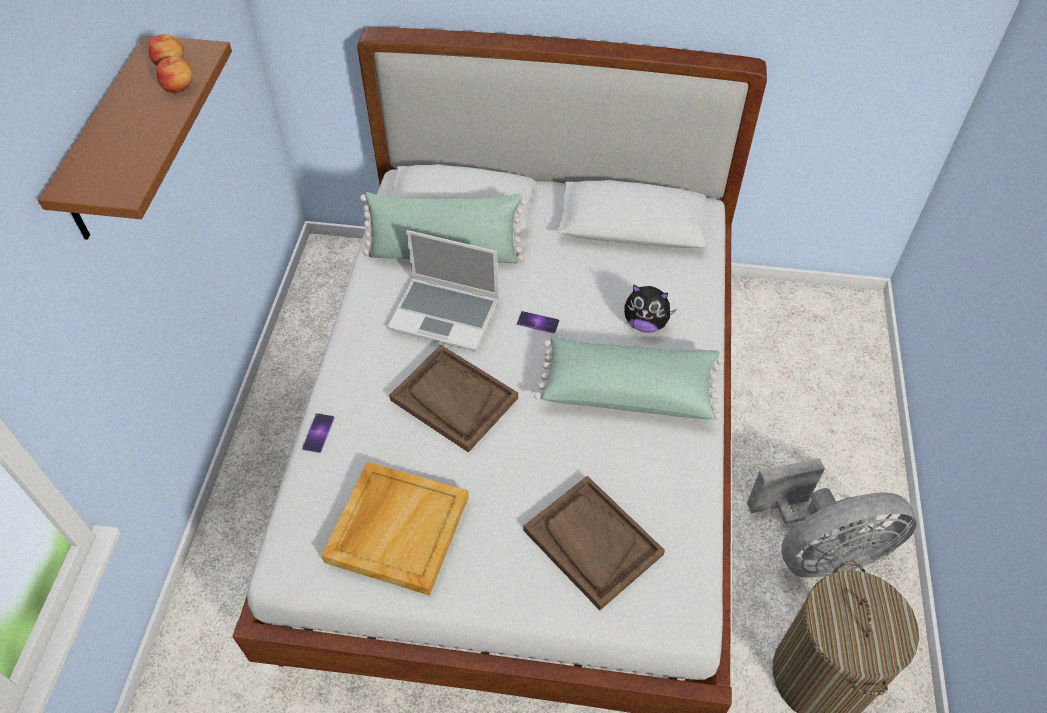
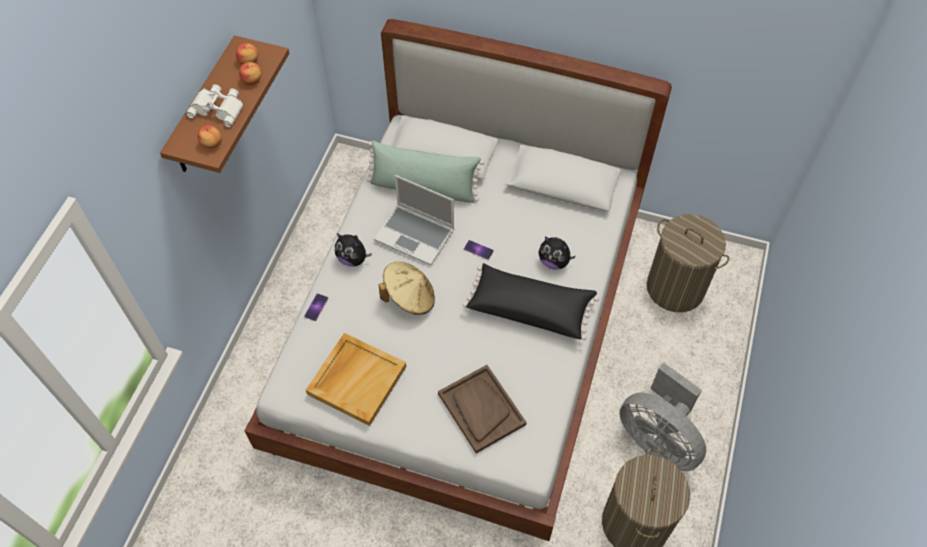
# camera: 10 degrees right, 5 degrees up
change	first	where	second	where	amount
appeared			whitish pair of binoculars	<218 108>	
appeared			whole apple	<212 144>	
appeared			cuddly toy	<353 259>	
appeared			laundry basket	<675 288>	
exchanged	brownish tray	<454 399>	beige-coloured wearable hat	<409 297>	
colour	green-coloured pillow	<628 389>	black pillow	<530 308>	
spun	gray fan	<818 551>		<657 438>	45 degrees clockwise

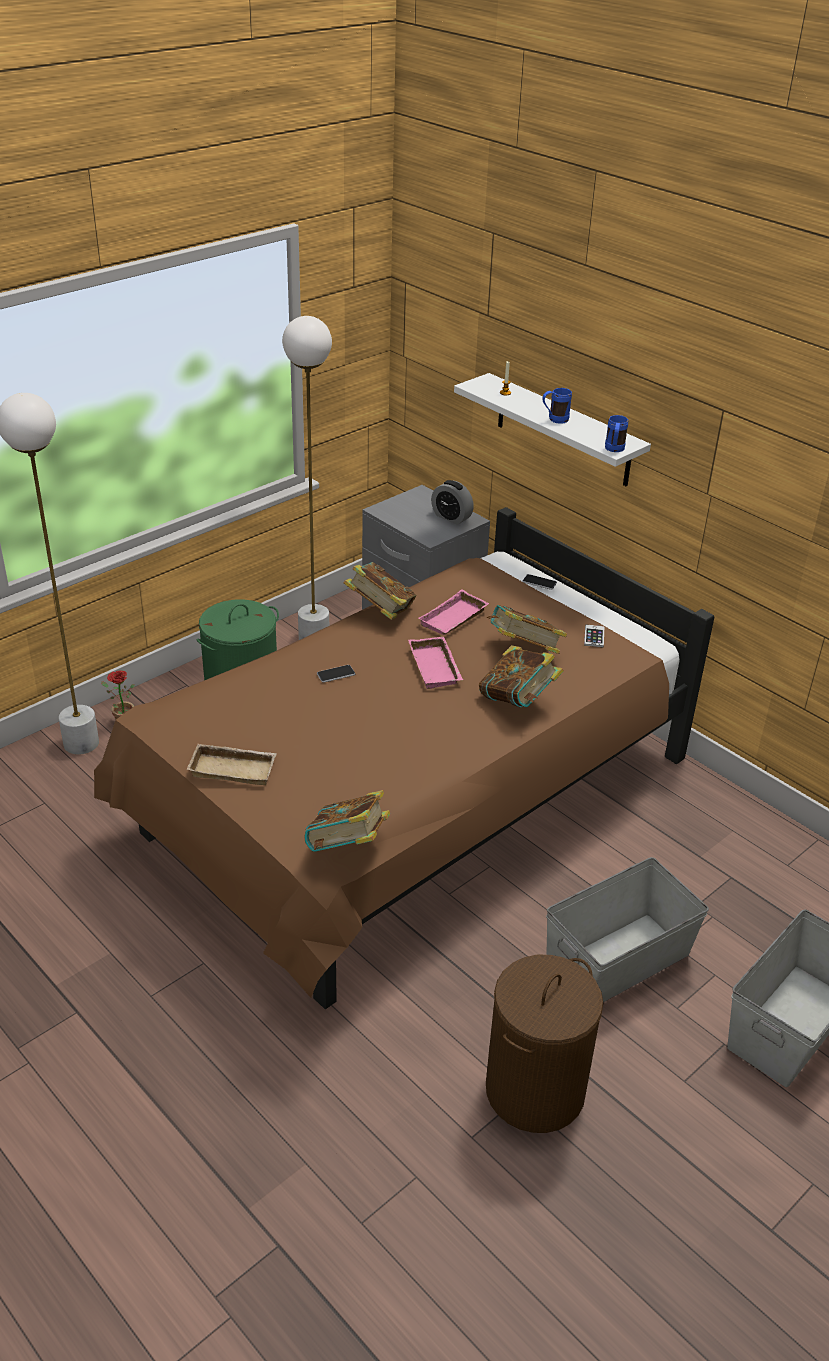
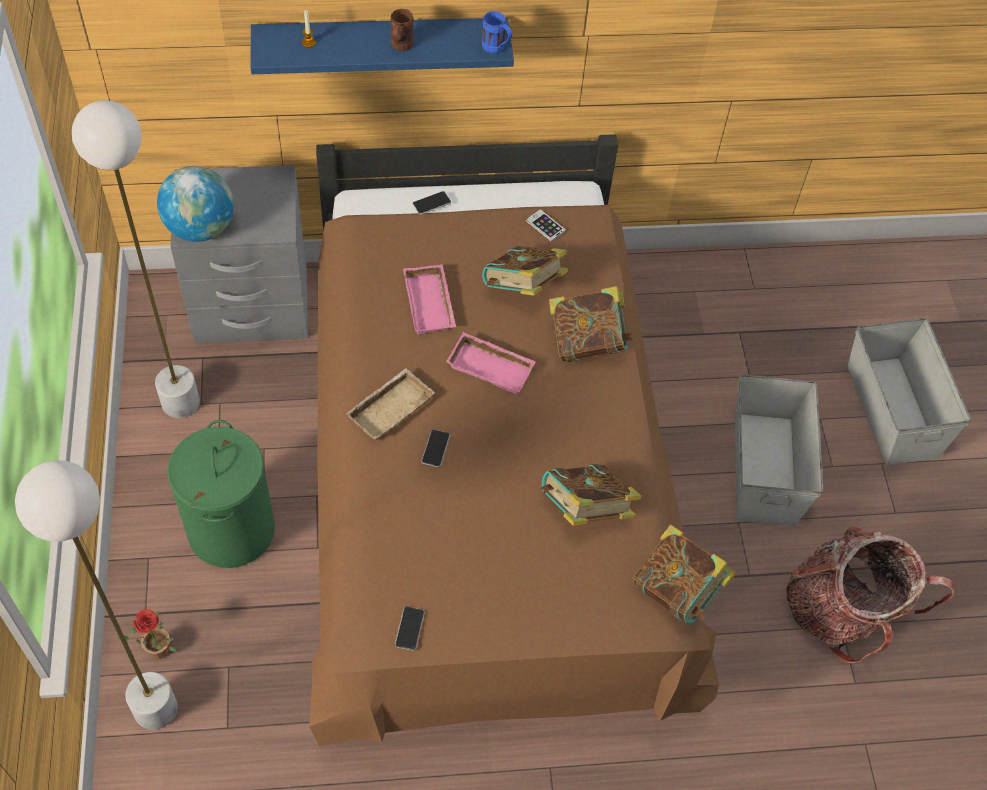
# camera: 55 degrees left, 20 degrees up
change	first	where	second	where	amount
missing	bedside clock	<451 517>			
appeared			world globe	<200 228>	
appeared			handset	<409 628>	
relocated	beige-coloured tray	<234 768>		<390 407>	
relocated	bound book	<380 611>		<585 510>	
exchanged	brownish laundry basket	<534 1091>	knapsack	<842 612>	
colour	whitish shelf	<563 430>	blue-coloured shelf	<381 44>	
colour	blue-coloured mug	<554 420>	brownish mug	<400 47>	

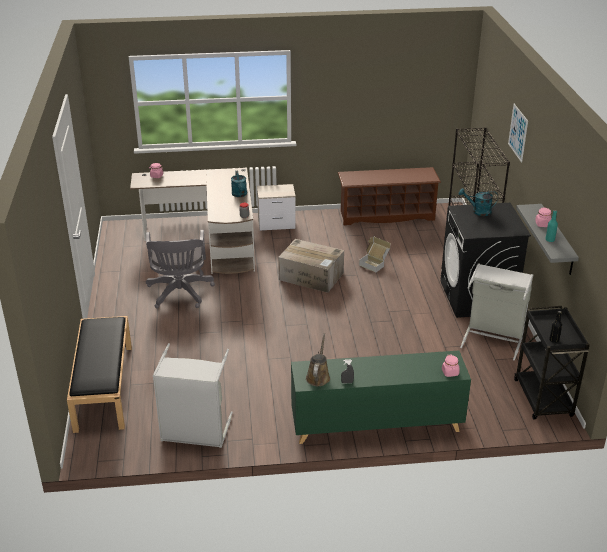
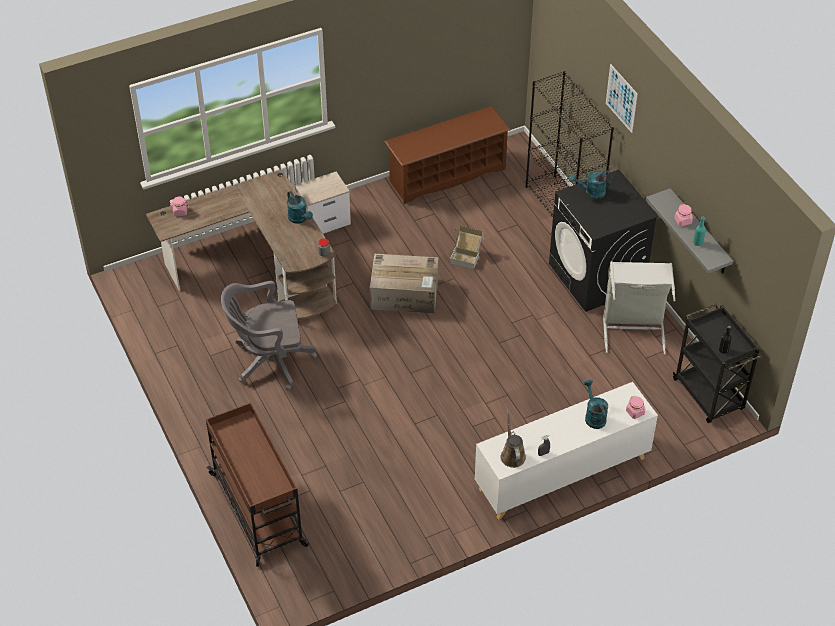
# camera: 20 degrees left, 15 degrees up
change	first	where	second	where	amount
missing	gray laundry basket	<195 432>			
appeared			turquoise-coloured watering pot	<593 416>	
exchanged	black long seat	<103 386>	brownish trolley	<258 510>	
colour	green-coloured cupboard	<376 424>	whitish cupboard	<562 474>	
spun	gray computer chair	<180 294>		<269 361>	105 degrees clockwise

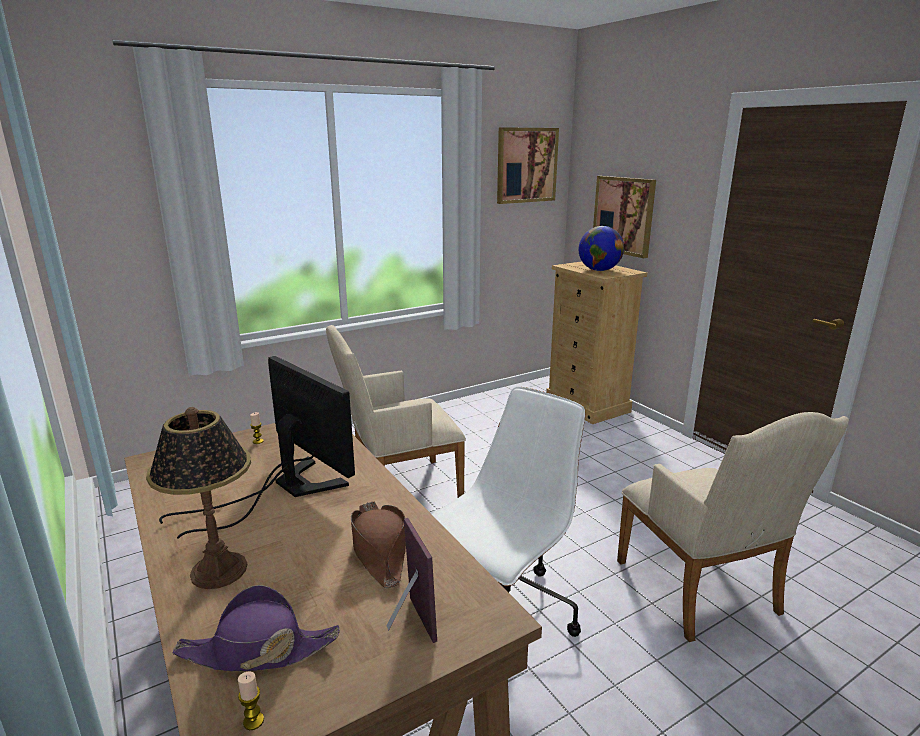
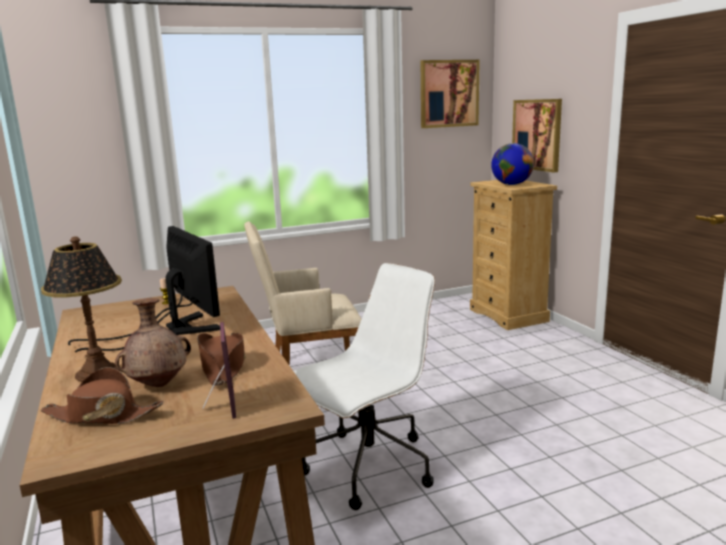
# camera: 10 degrees right, 5 degrees down
change	first	where	second	where	amount
missing	wax light	<253 721>			
missing	beige-coloured armchair	<702 593>			
appeared			brownish decorative vase	<159 384>	
colour	purplish wearable hat	<258 650>	brownish wearable hat	<102 415>	

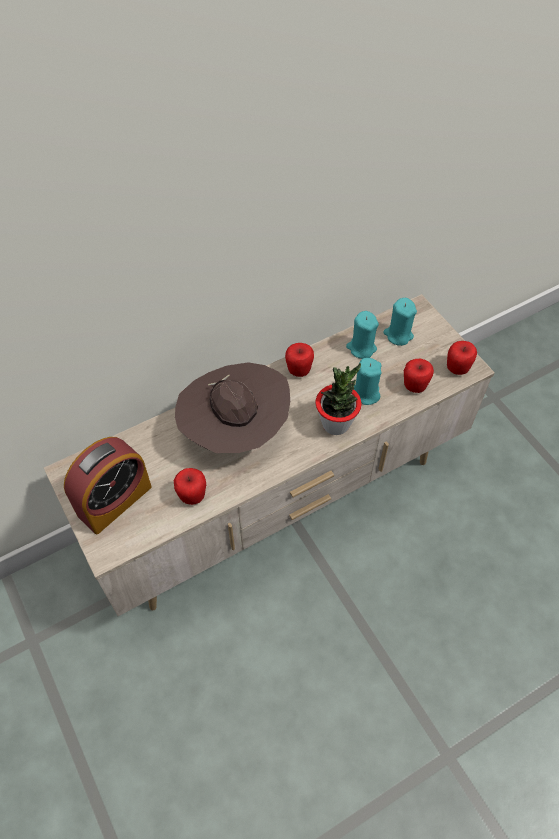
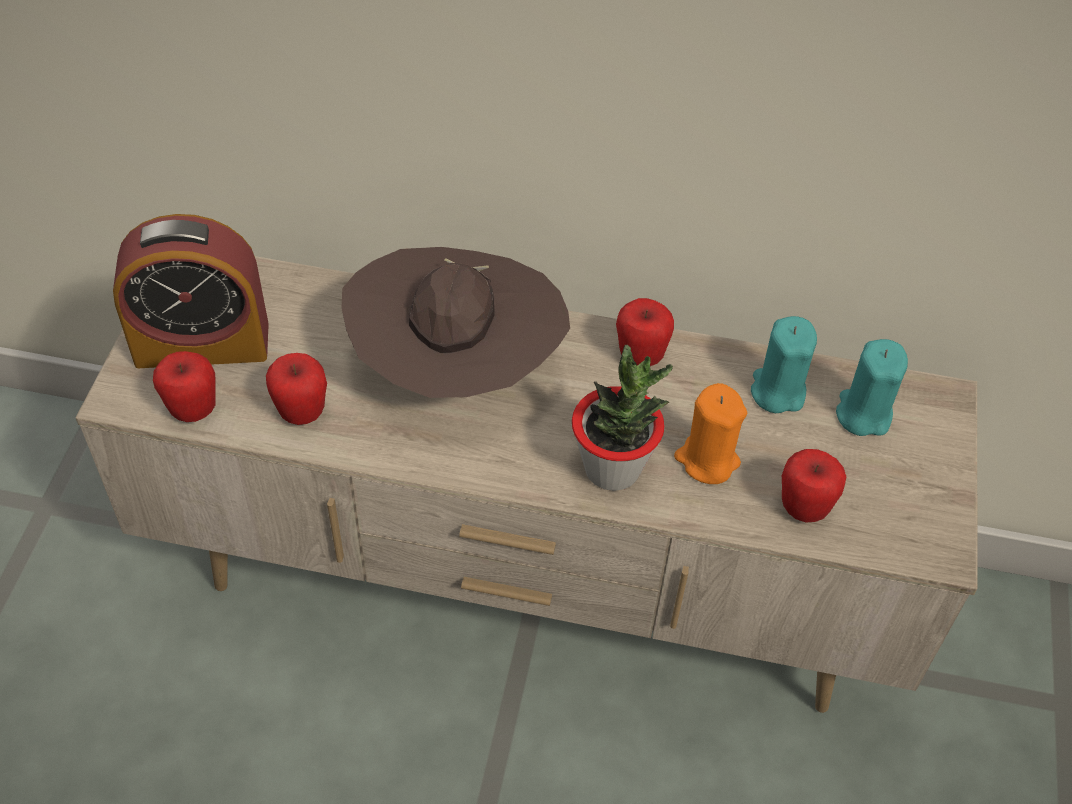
# camera: 40 degrees right, 5 degrees down
change	first	where	second	where	amount
relocated	whole apple	<457 368>		<193 409>	
colour	turquoise-coloured wax light	<365 394>	orange-coloured wax light	<707 460>	

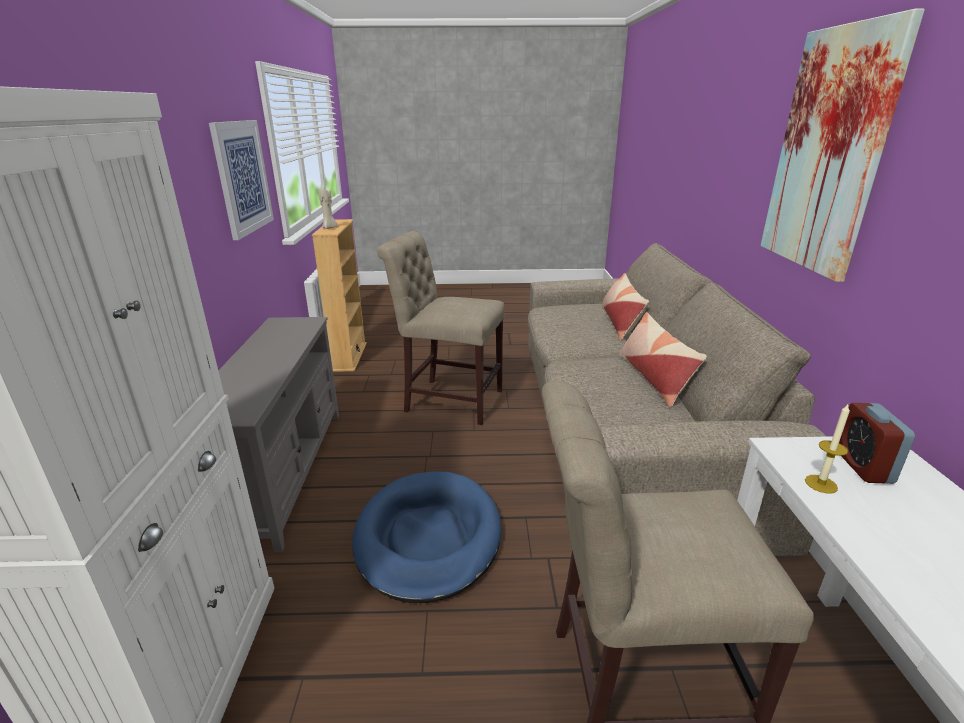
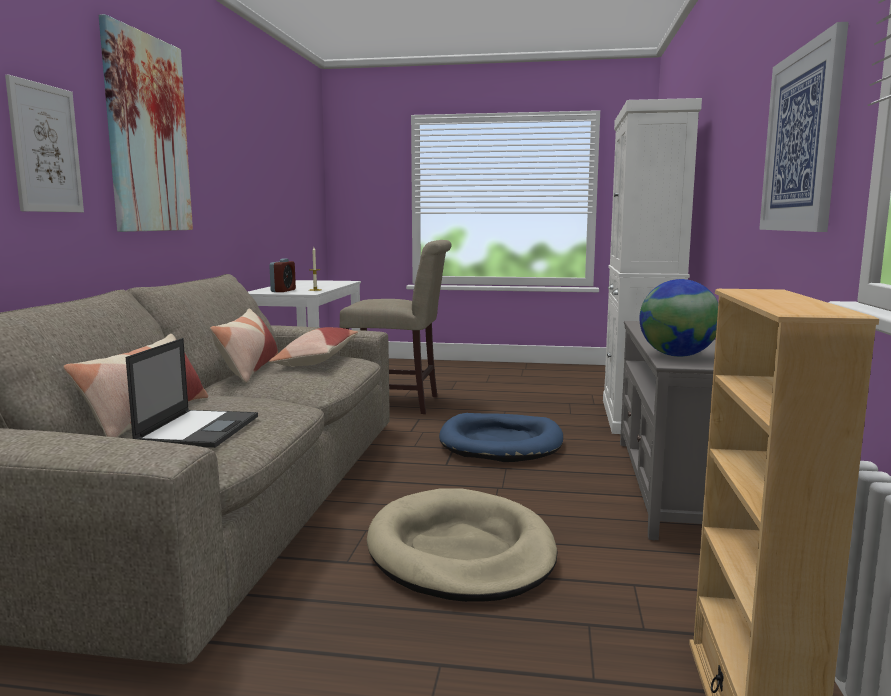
# camera: 170 degrees left, 15 degrees down
change	first	where	second	where	amount
missing	beige-coloured wax light	<329 228>			
appeared			wall art	<45 148>	
appeared			portable computer	<199 429>	
appeared			pillow	<317 360>	
appeared			world globe	<677 356>	
exchanged	beige-coloured chair	<449 399>	beige-coloured dog bed	<460 552>	

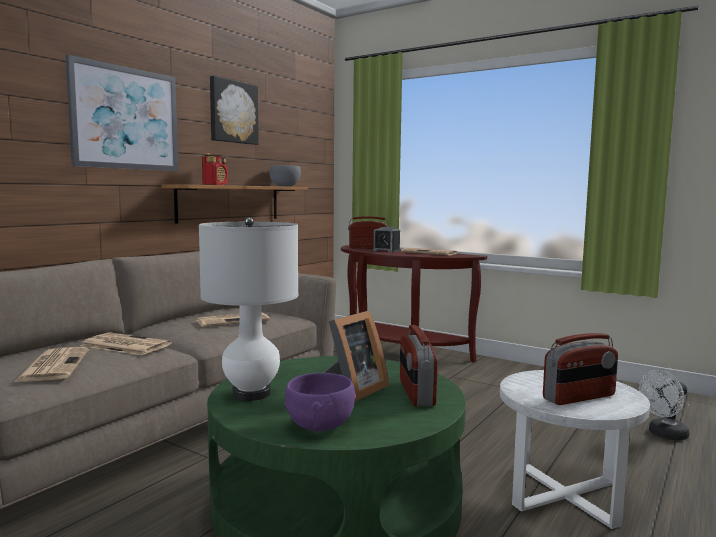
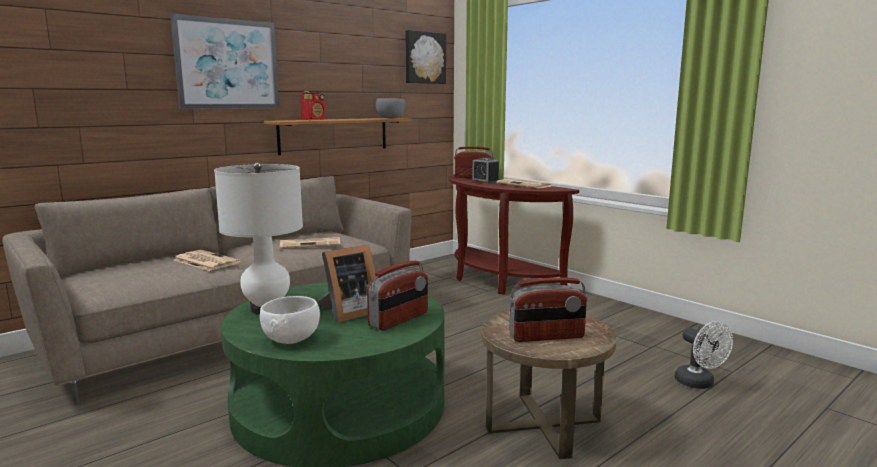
# camera: 15 degrees right, 5 degrees up
change	first	where	second	where	amount
missing	printed paper	<53 365>			
relocated	wall art	<232 112>		<424 58>	
colour	purplish bowl	<320 425>	whitish bowl	<292 339>	
colour	whitish end table	<565 494>	brownish end table	<543 424>	
spun	radio	<415 393>		<399 319>	150 degrees counterclockwise
spun	whitish fan	<664 435>		<699 384>	105 degrees counterclockwise

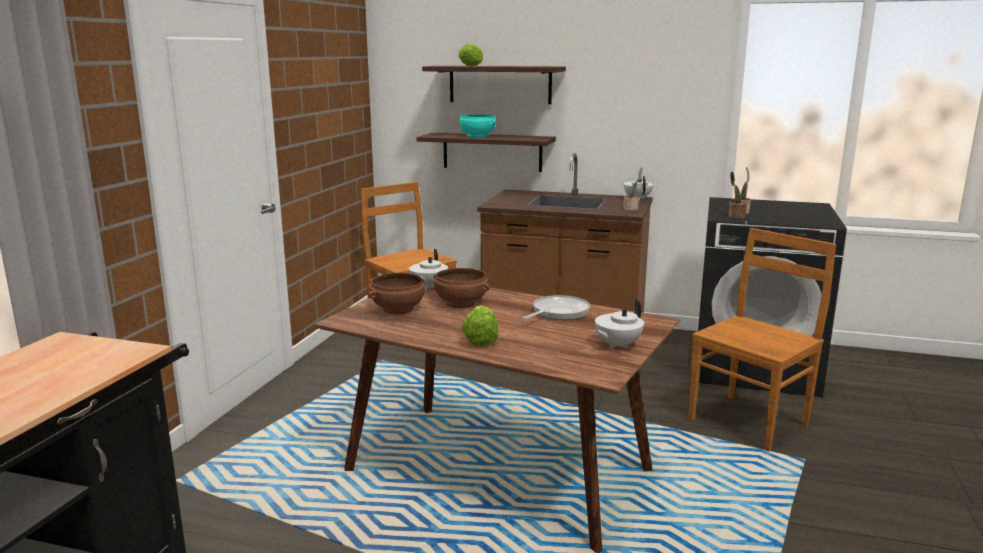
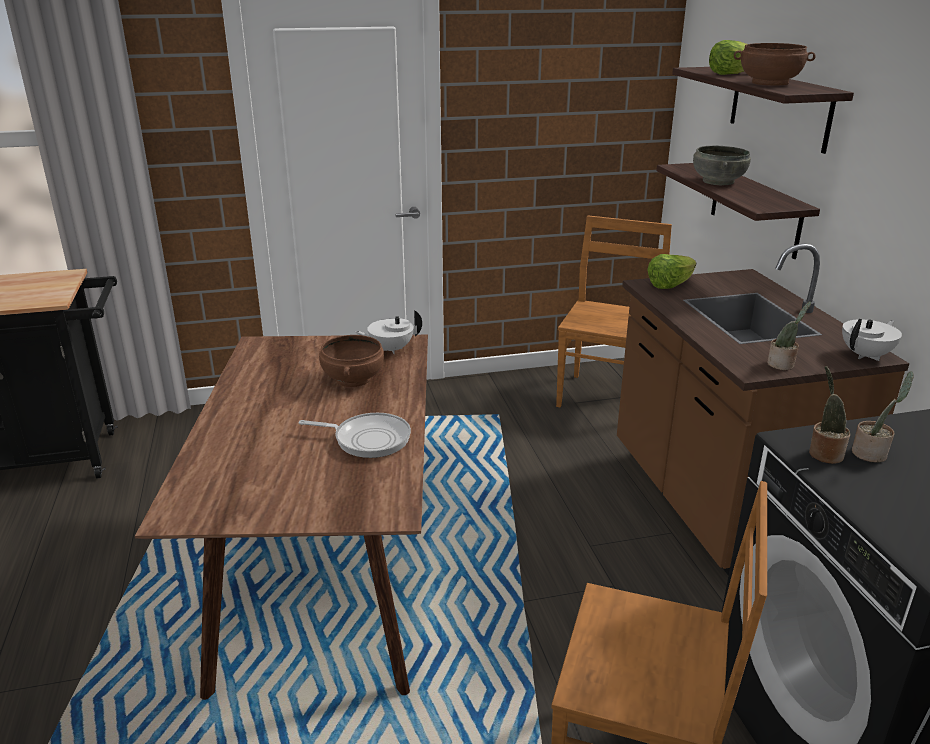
# camera: 60 degrees right, 10 degrees up
change	first	where	second	where	amount
missing	whitish pot for tea	<617 345>			
relocated	brownish bowl	<397 309>		<769 83>	
relocated	lettuce	<480 339>		<670 285>	
colour	turquoise-coloured bowl	<477 136>	gray bowl	<717 181>	

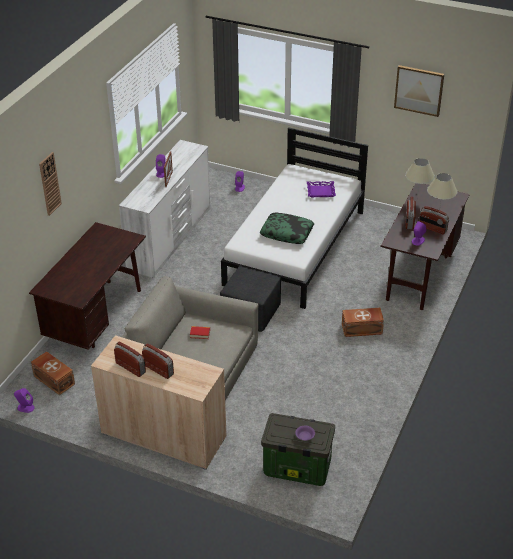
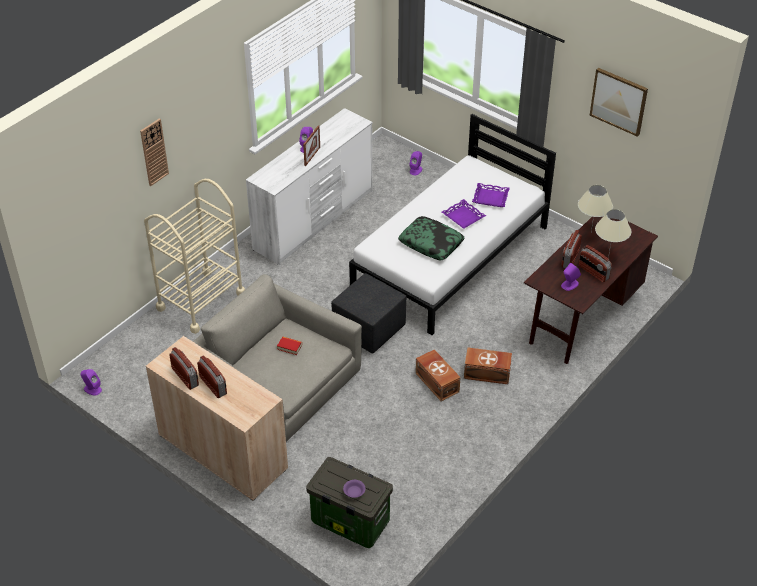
# camera: 15 degrees right, 5 degrees up
change	first	where	second	where	amount
appeared			purplish tray	<463 217>	
relocated	brownish storage bin	<54 379>		<437 381>	
exchanged	brownish desk unit	<96 318>	beige-coloured trolley	<201 301>	

